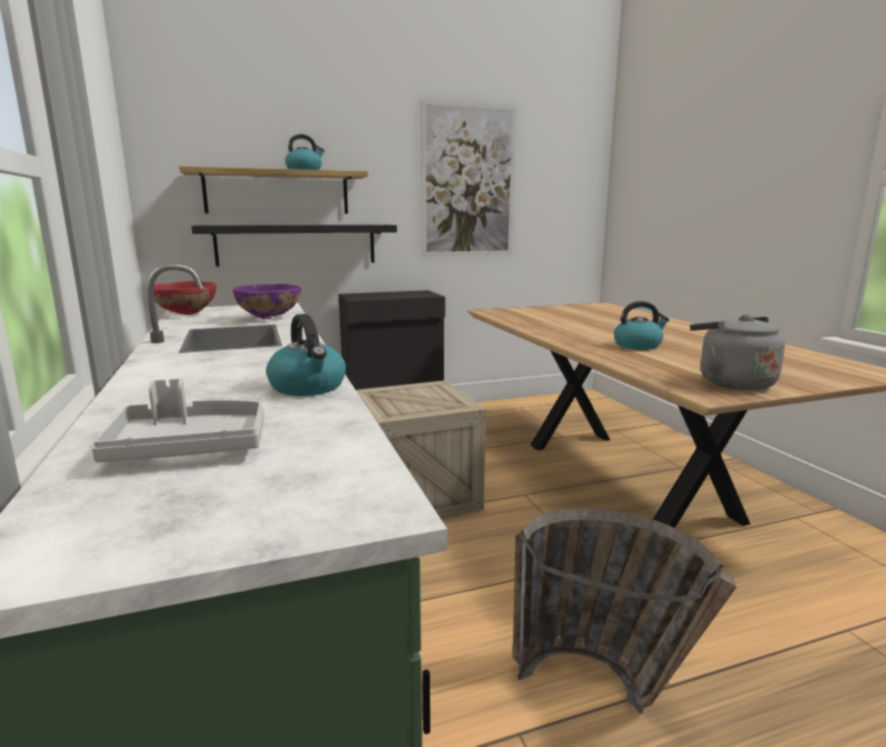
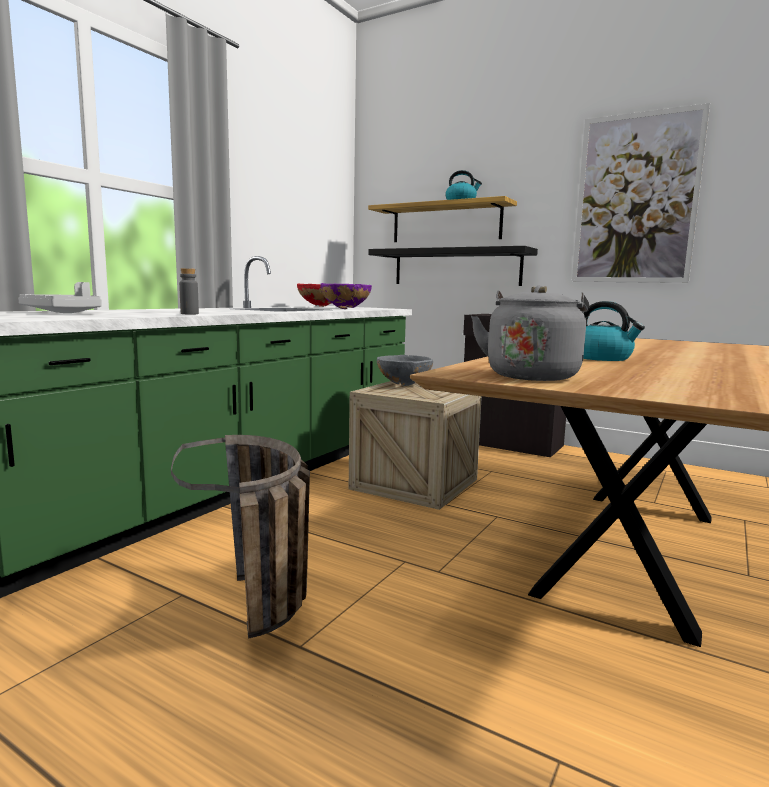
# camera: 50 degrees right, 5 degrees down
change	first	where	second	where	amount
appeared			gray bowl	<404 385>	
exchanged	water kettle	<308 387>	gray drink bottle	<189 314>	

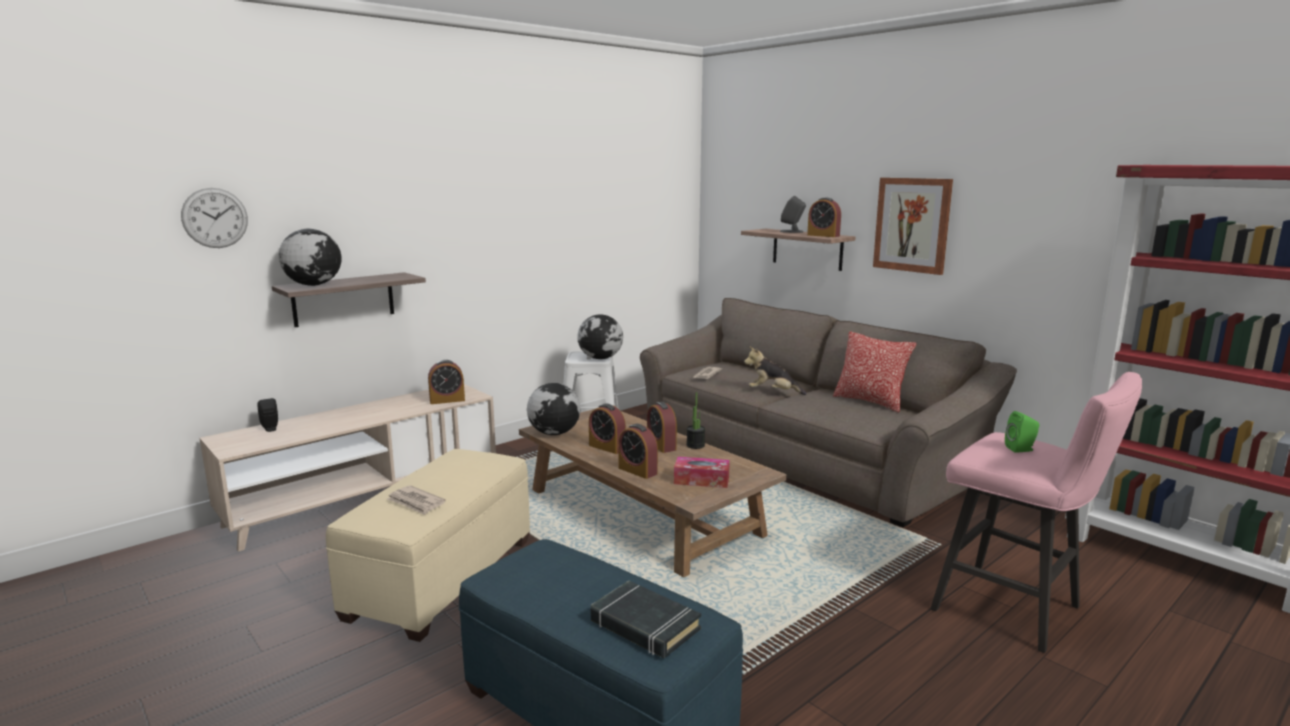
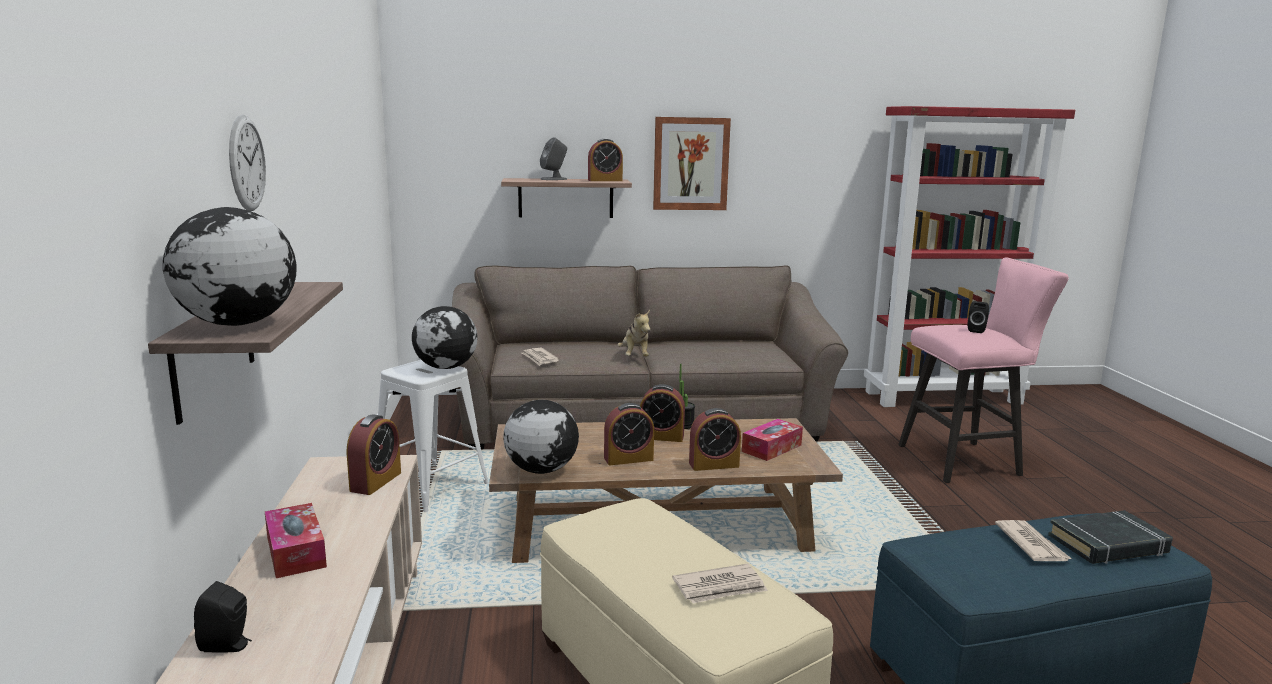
# camera: 55 degrees left, 0 degrees up
change	first	where	second	where	amount
missing	pillow	<870 402>			
appeared			box of tissues	<296 552>	
appeared			printed paper	<1031 544>	
relocated	hanging clock	<215 218>		<246 163>	
colour	green-coloured loudspeaker	<1021 449>	black loudspeaker	<977 330>	
spun	cuddly toy	<772 392>		<635 356>	60 degrees counterclockwise

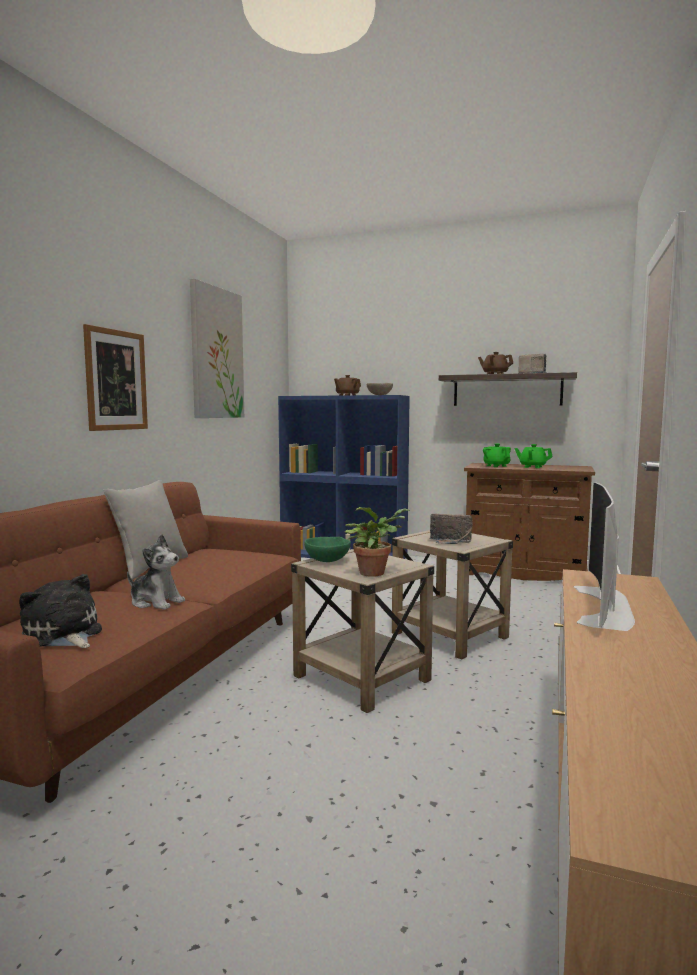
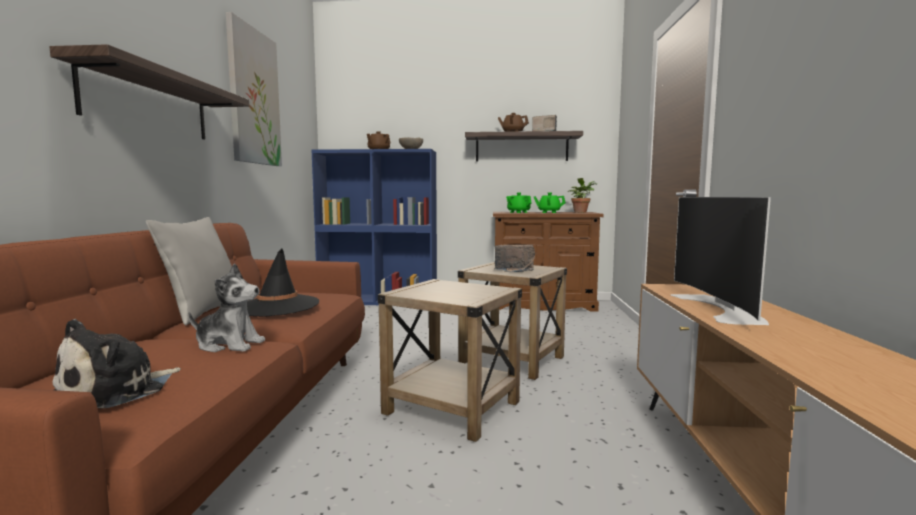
# camera: 15 degrees left, 0 degrees up
change	first	where	second	where	amount
missing	green-coloured bowl	<327 561>			
appeared			black wearable hat	<278 306>	
relocated	houseplant	<374 572>		<580 212>	
exchanged	wall art	<116 380>	shelf	<149 104>	
spun	cuddly toy	<63 635>		<117 391>	90 degrees counterclockwise

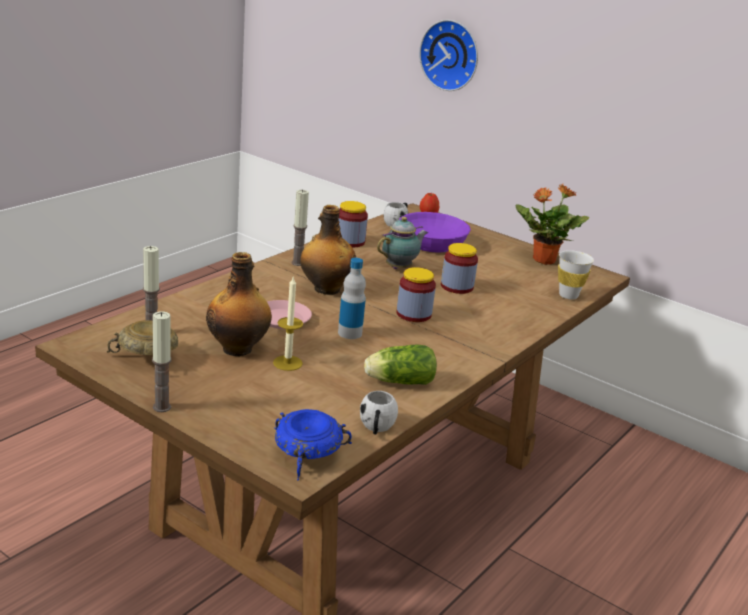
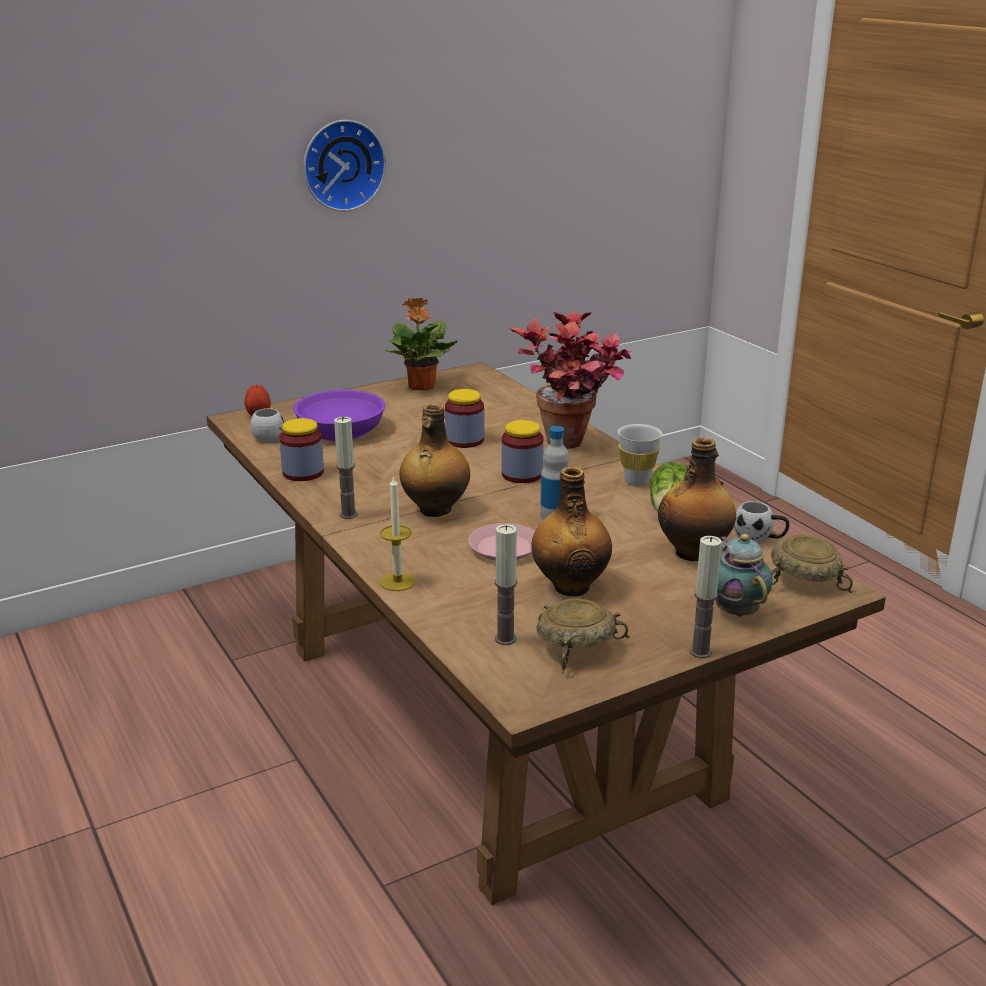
# camera: 65 degrees left, 0 degrees up
change	first	where	second	where	amount
appeared			houseplant	<573 448>	
appeared			drink bottle	<694 552>	
relocated	wax light	<287 363>		<397 581>	
relocated	pot for tea	<400 268>		<735 610>	
relocated	hanging clock	<451 55>		<342 165>	
relocated	whitish small cup	<568 295>		<637 481>	
colour	blue-coloured bowl	<307 452>	beige-coloured bowl	<802 580>	

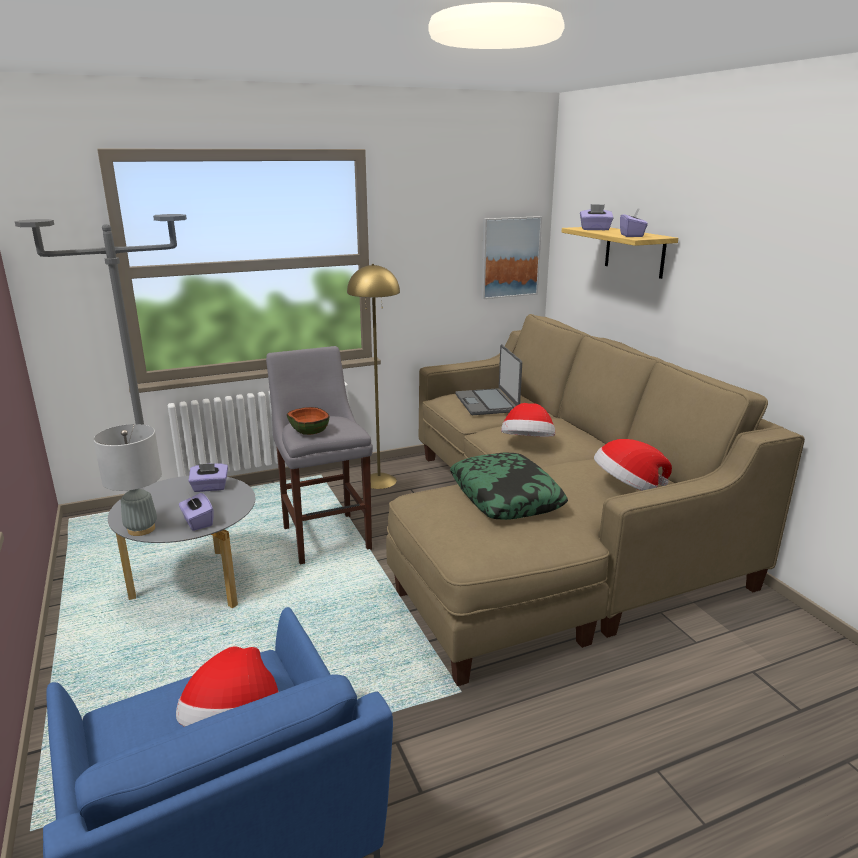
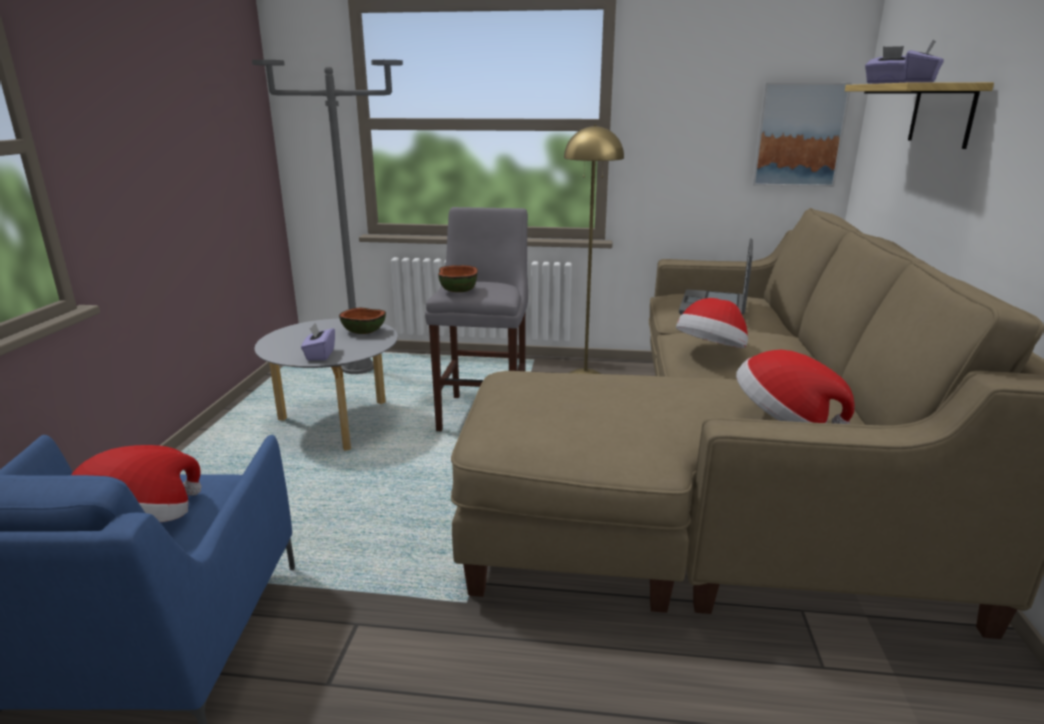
# camera: 30 degrees right, 0 degrees up
change	first	where	second	where	amount
missing	gray table lamp	<141 529>			
missing	pillow	<506 497>			
exchanged	purplish box of tissues	<210 487>	bowl	<364 331>	

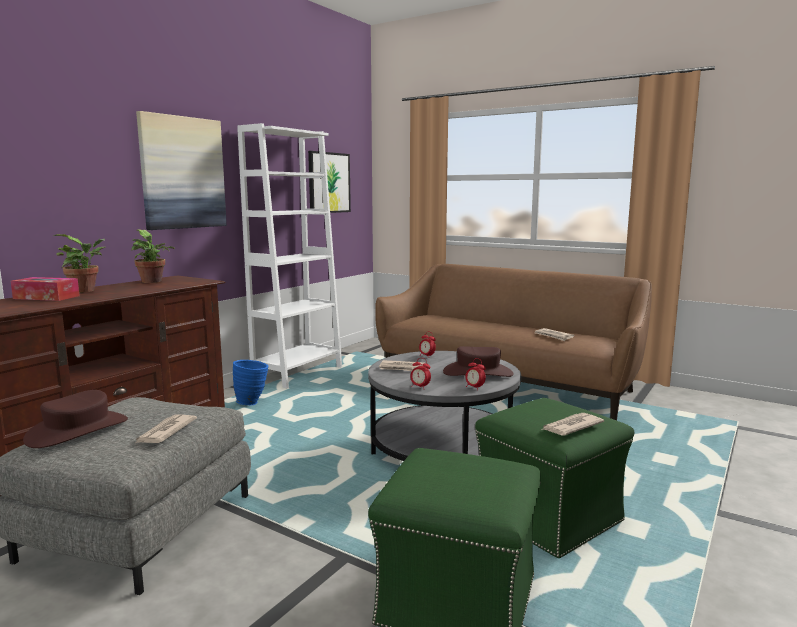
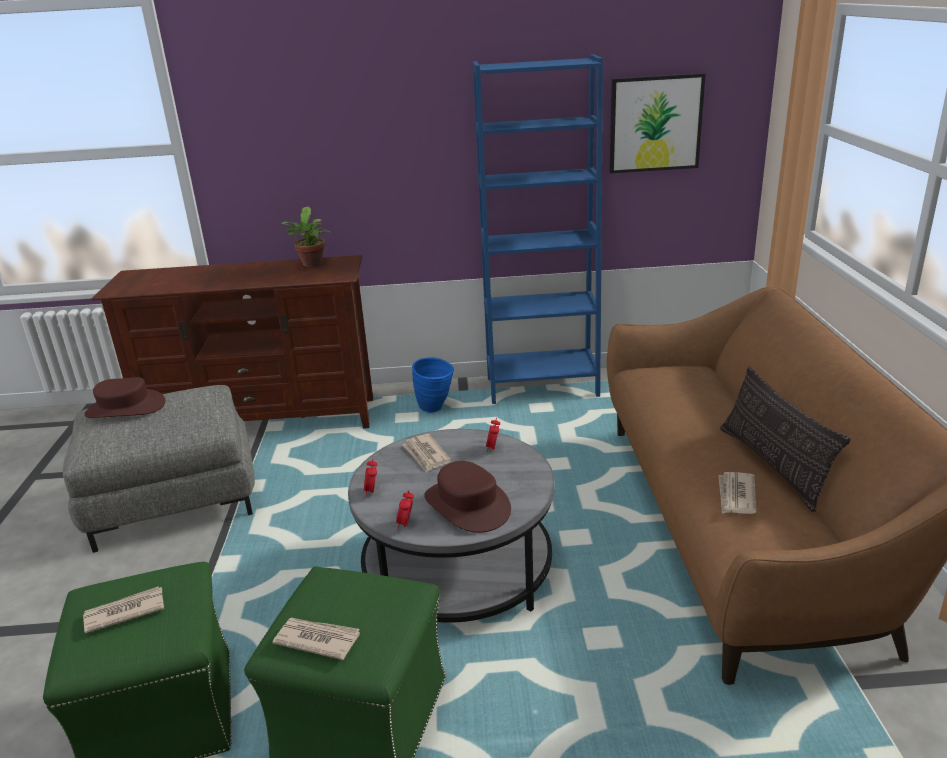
# camera: 55 degrees right, 15 degrees up
change	first	where	second	where	amount
missing	box of tissues	<46 297>			
missing	houseplant	<86 290>			
missing	wall art	<182 173>			
appeared			pillow	<772 465>	
relocated	printed paper	<165 432>		<124 612>	
colour	whitish shelving unit	<298 374>	blue-coloured shelving unit	<542 387>	

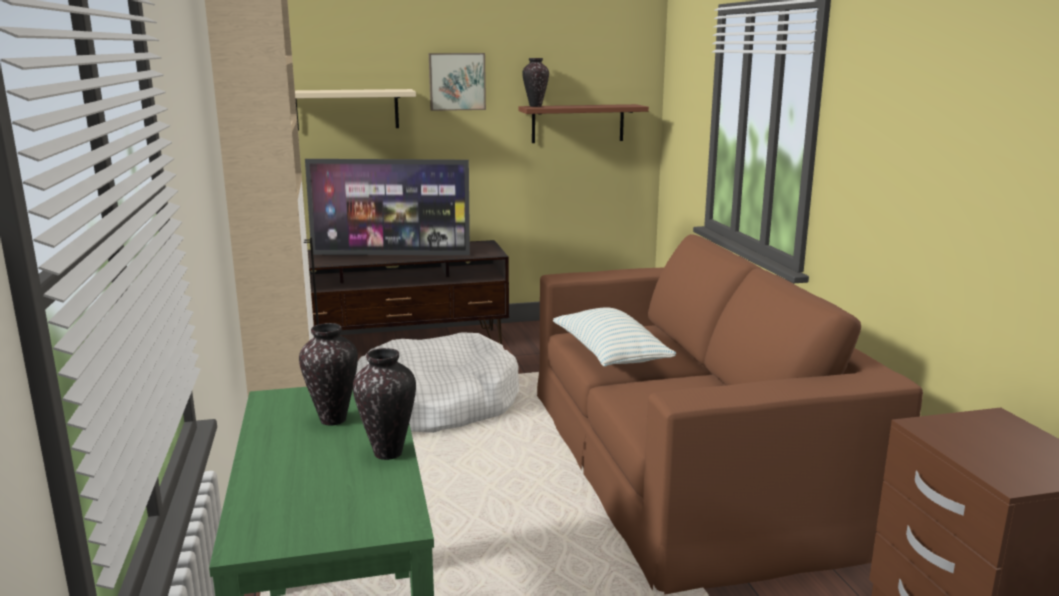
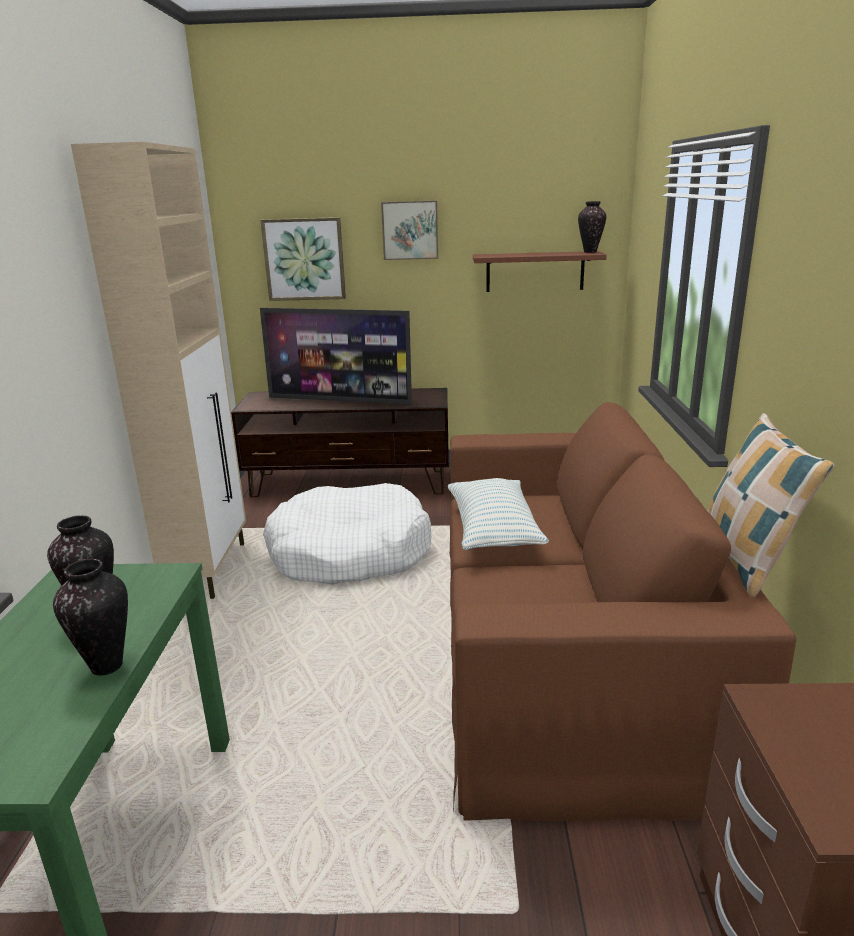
# camera: 15 degrees right, 5 degrees up
change	first	where	second	where	amount
appeared			pillow	<746 561>	
relocated	decorative vase	<536 106>		<590 252>	
exchanged	beige-coloured shelf	<346 109>	wall art	<304 259>	

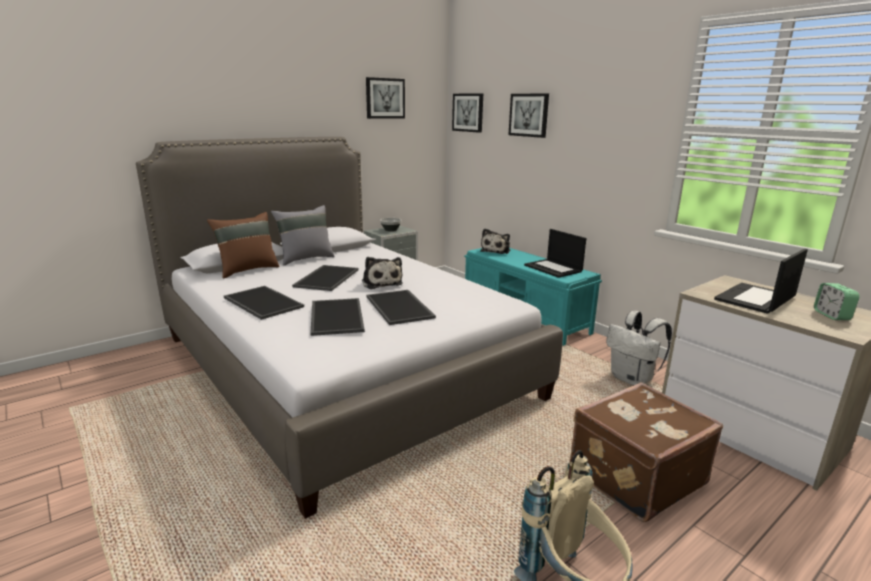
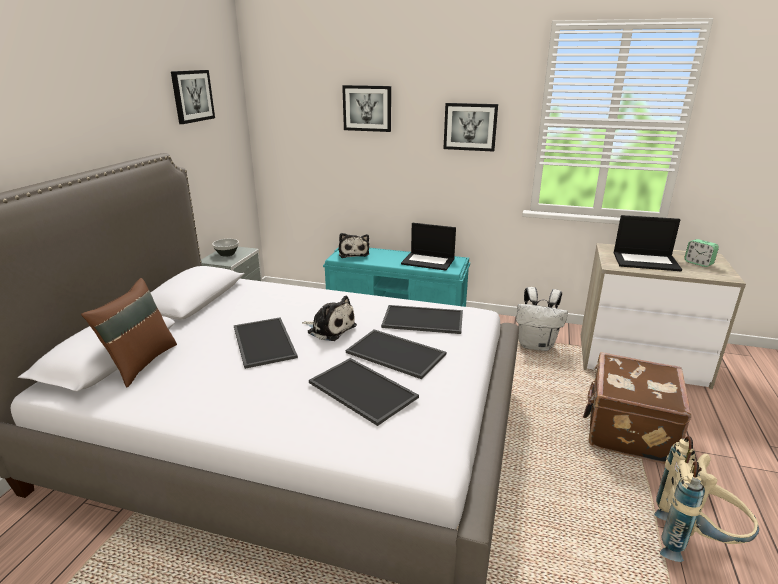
# camera: 35 degrees left, 5 degrees up
change	first	where	second	where	amount
missing	gray pillow	<305 258>			
relocated	tray	<261 302>		<422 320>	
relocated	wall art	<468 112>		<470 127>	
spun	portable computer	<755 299>		<646 261>	90 degrees counterclockwise

